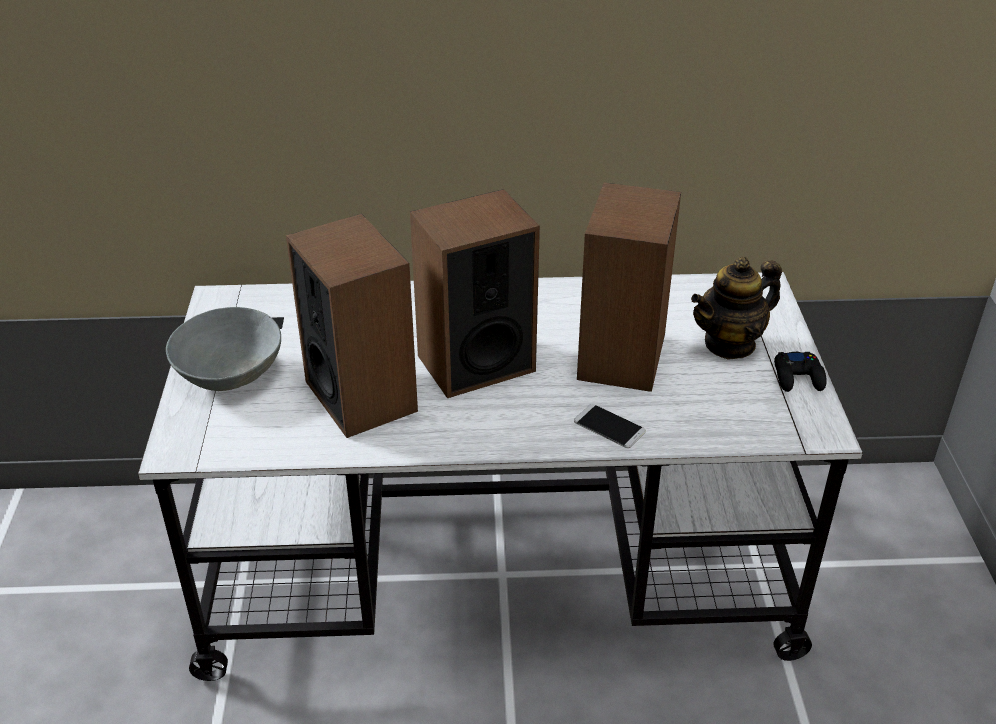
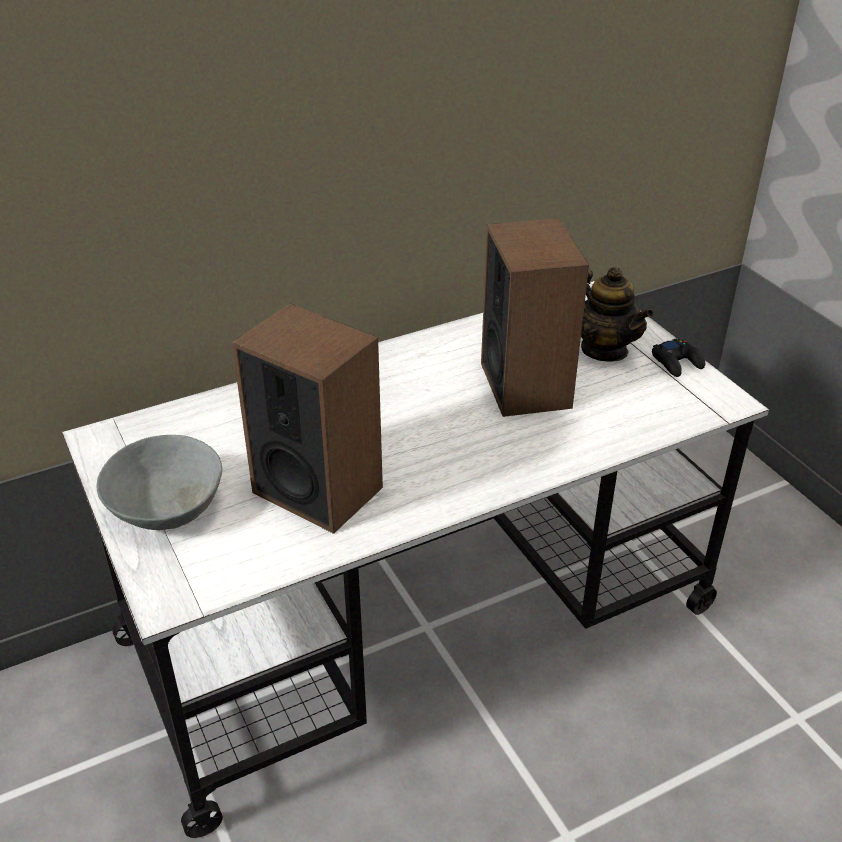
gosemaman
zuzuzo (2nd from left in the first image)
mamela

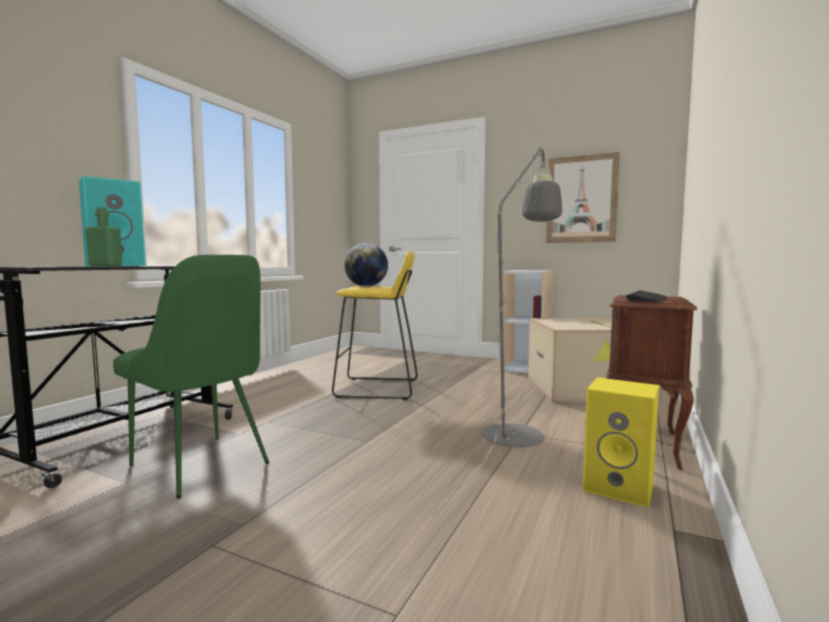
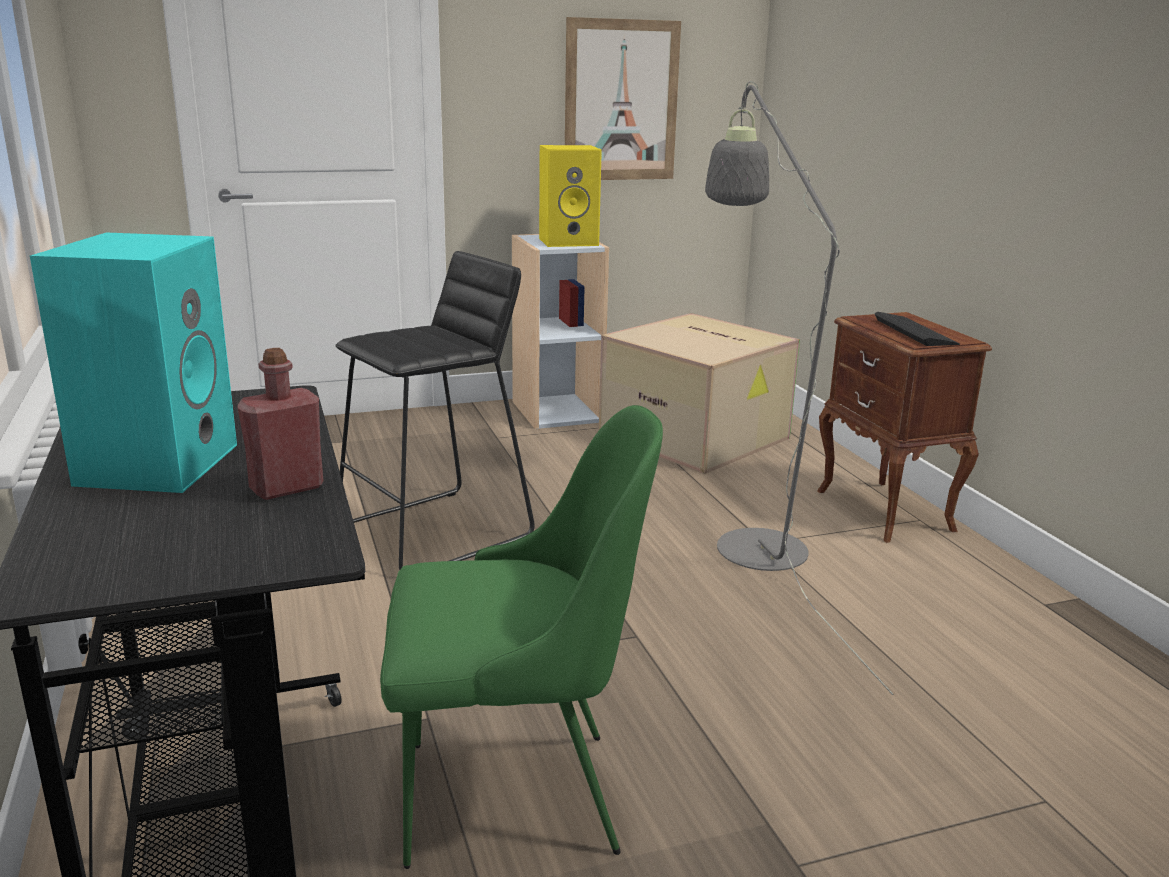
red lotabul
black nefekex
yellow zuzuzo
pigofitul

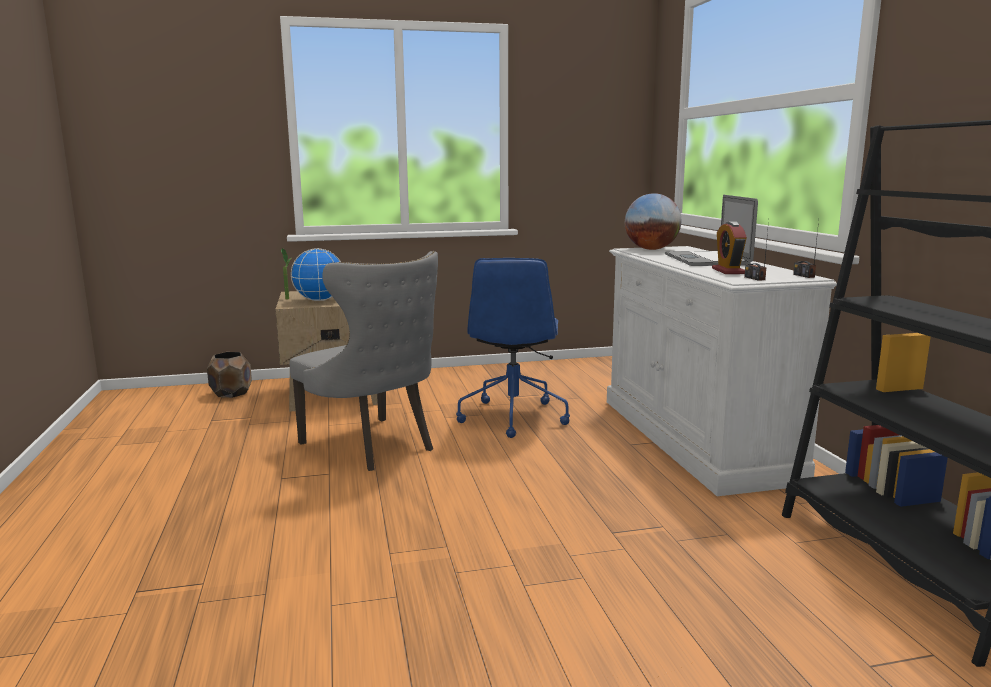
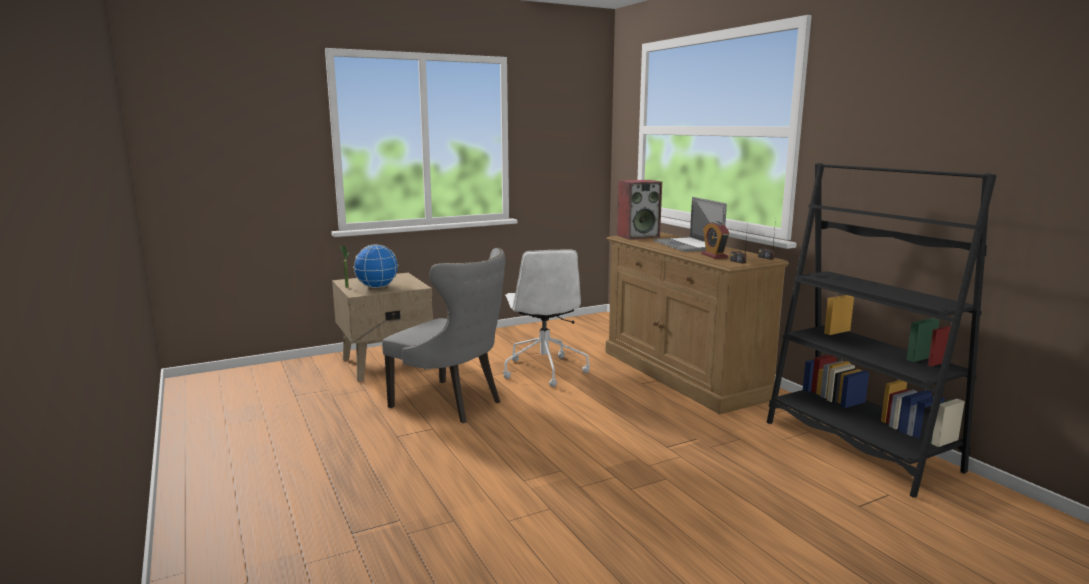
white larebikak
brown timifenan
zuzuzo
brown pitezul

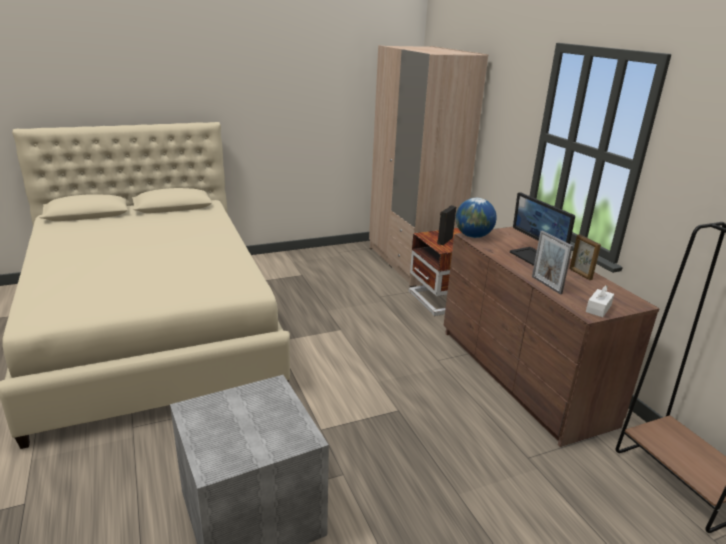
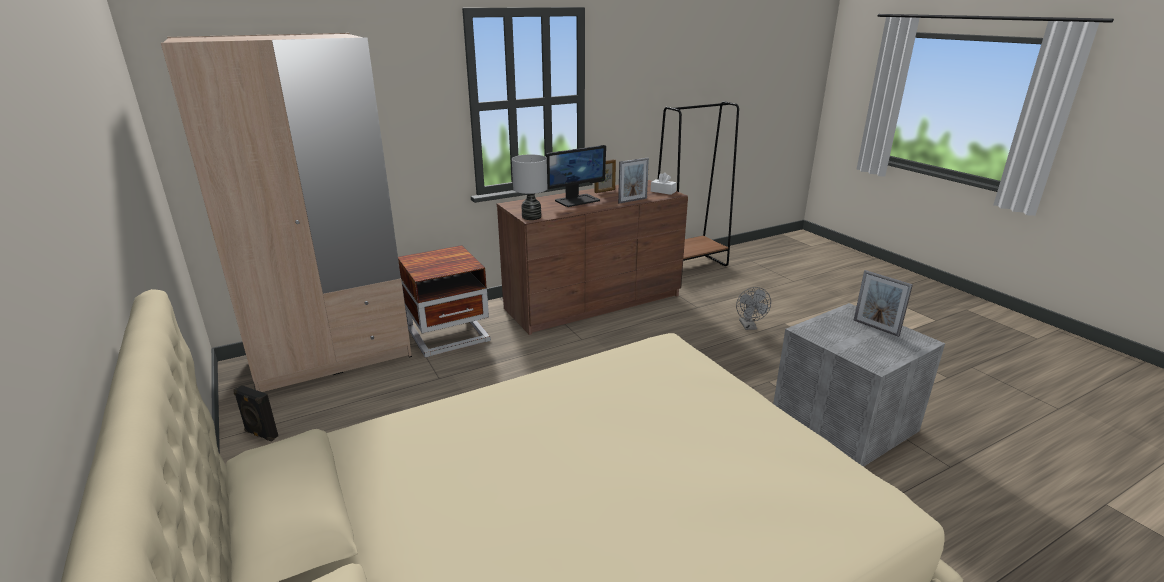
black zuzuzo
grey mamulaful
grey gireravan
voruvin (3rd from left)

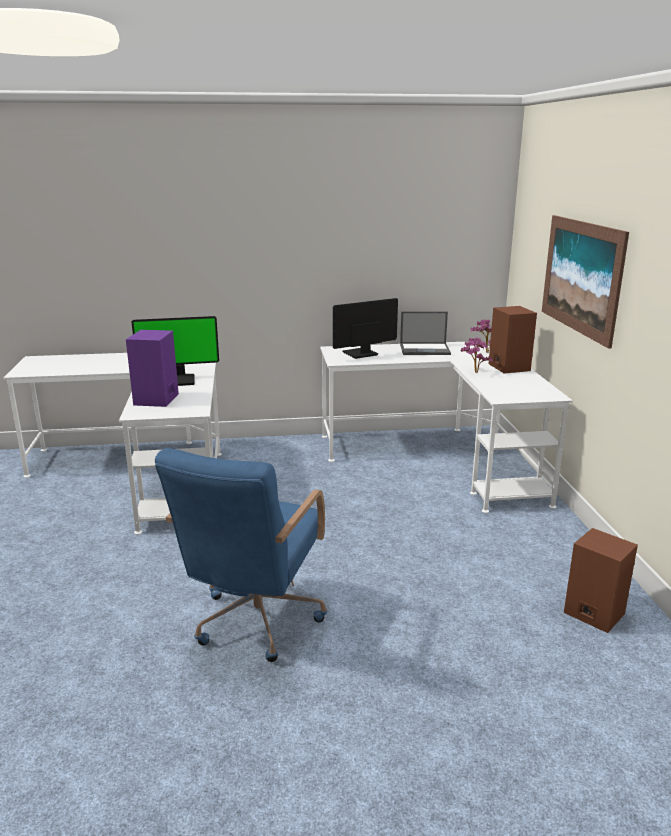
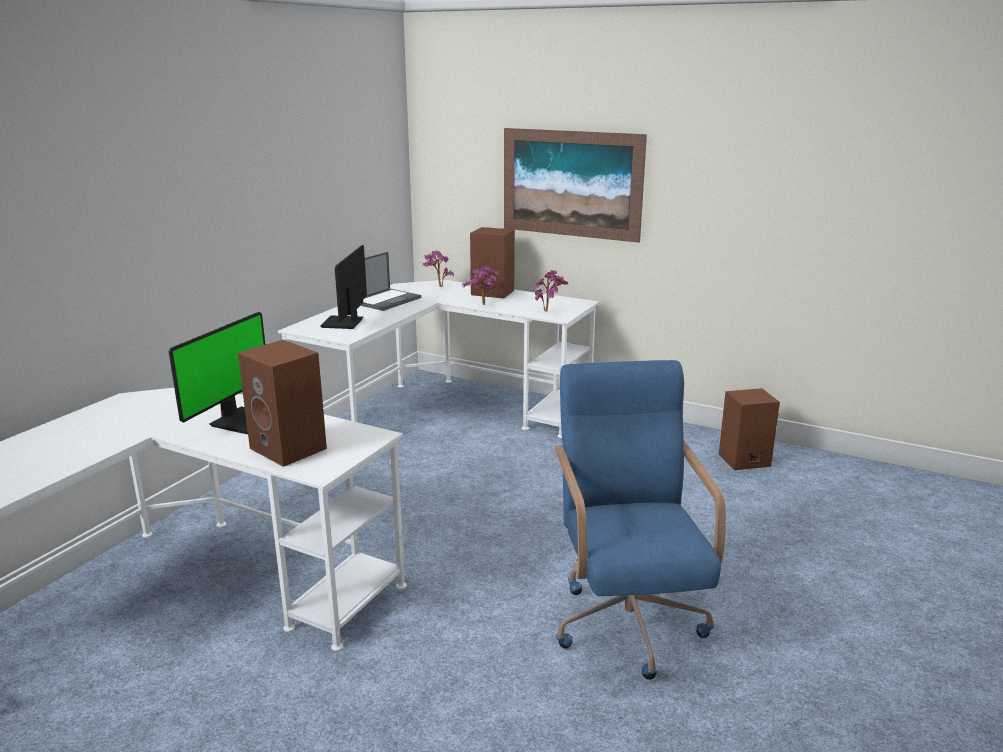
brown zuzuzo (1st from left)
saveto (3rd from left)
blue larebikak

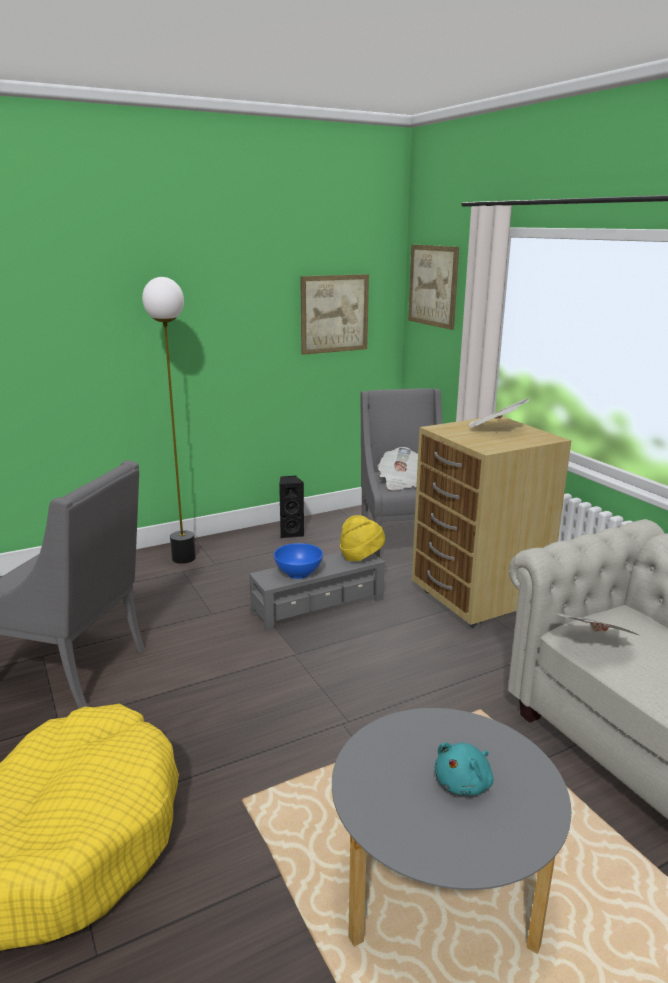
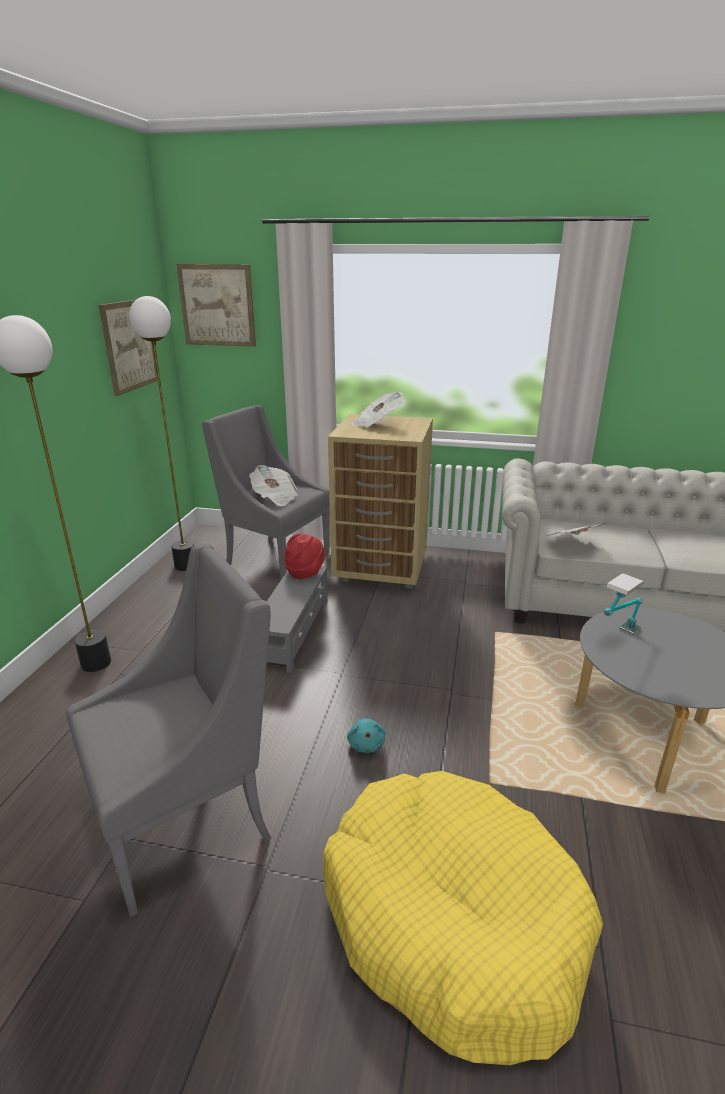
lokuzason (2nd from left)
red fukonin
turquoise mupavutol
mamulaful
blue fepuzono
black zuzuzo

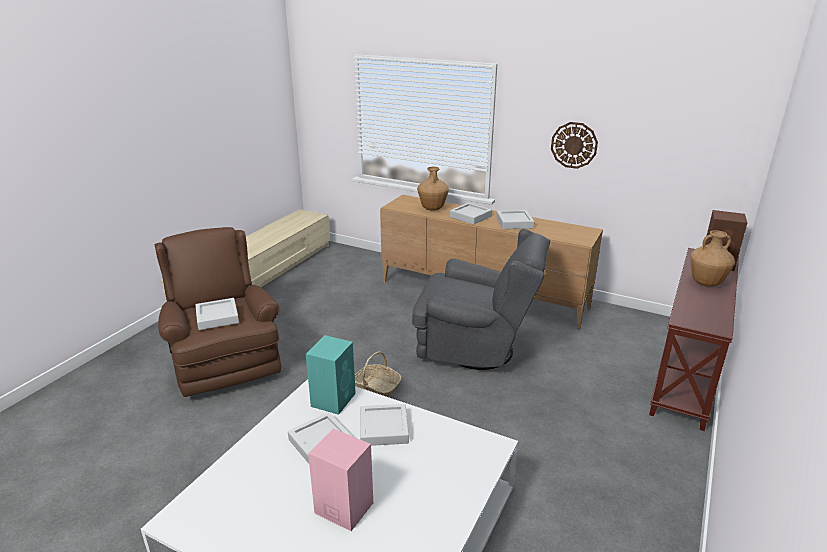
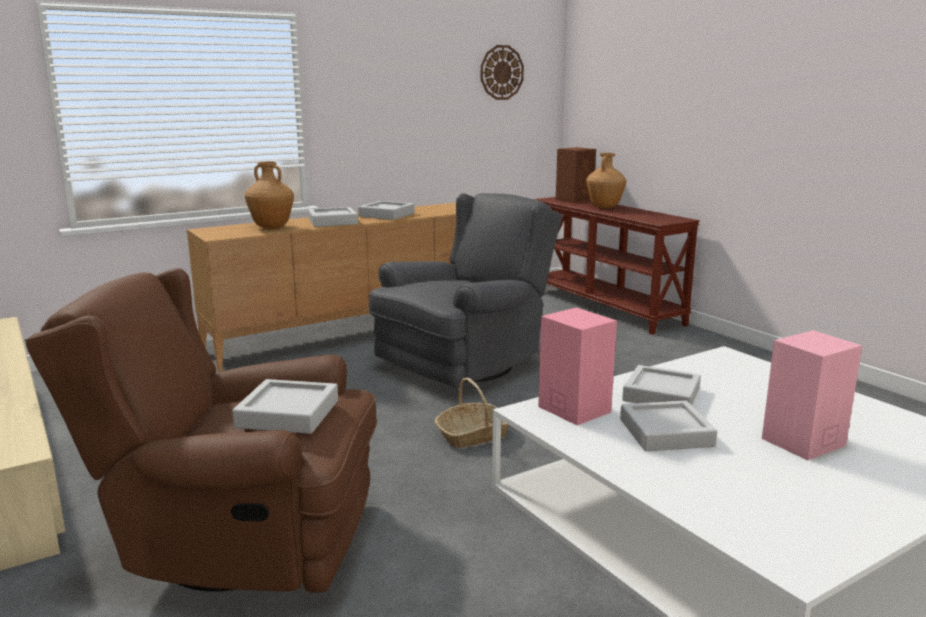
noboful
pink zuzuzo (1st from left)

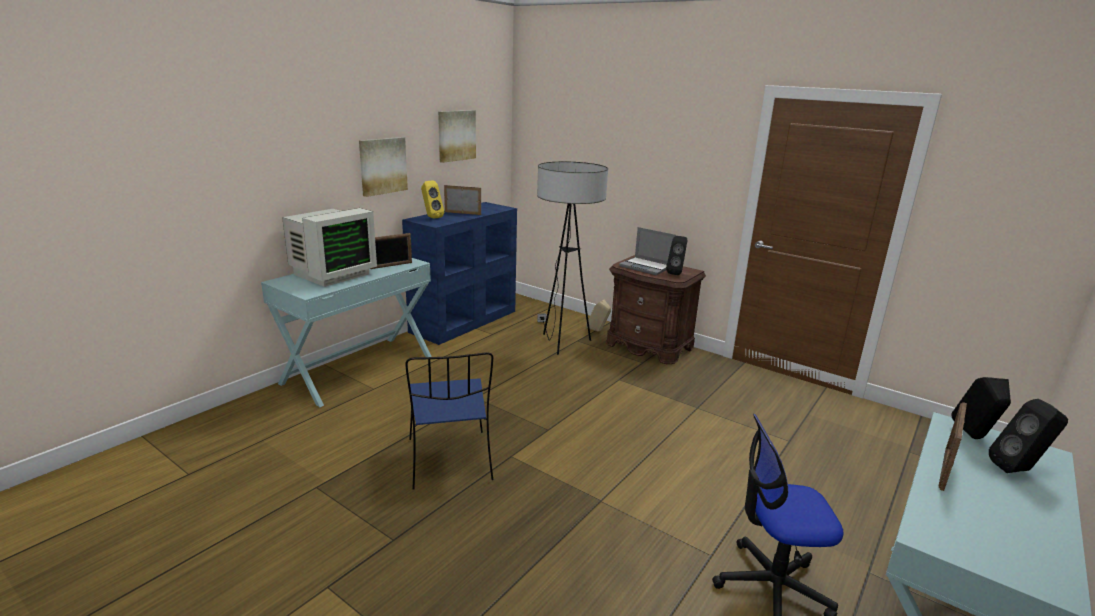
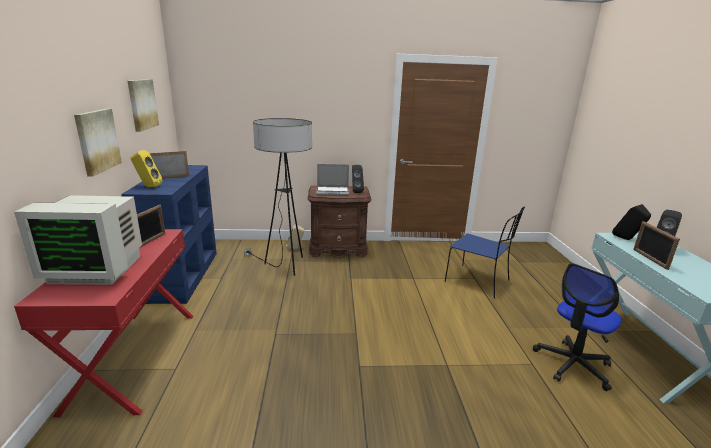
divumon
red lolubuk
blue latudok

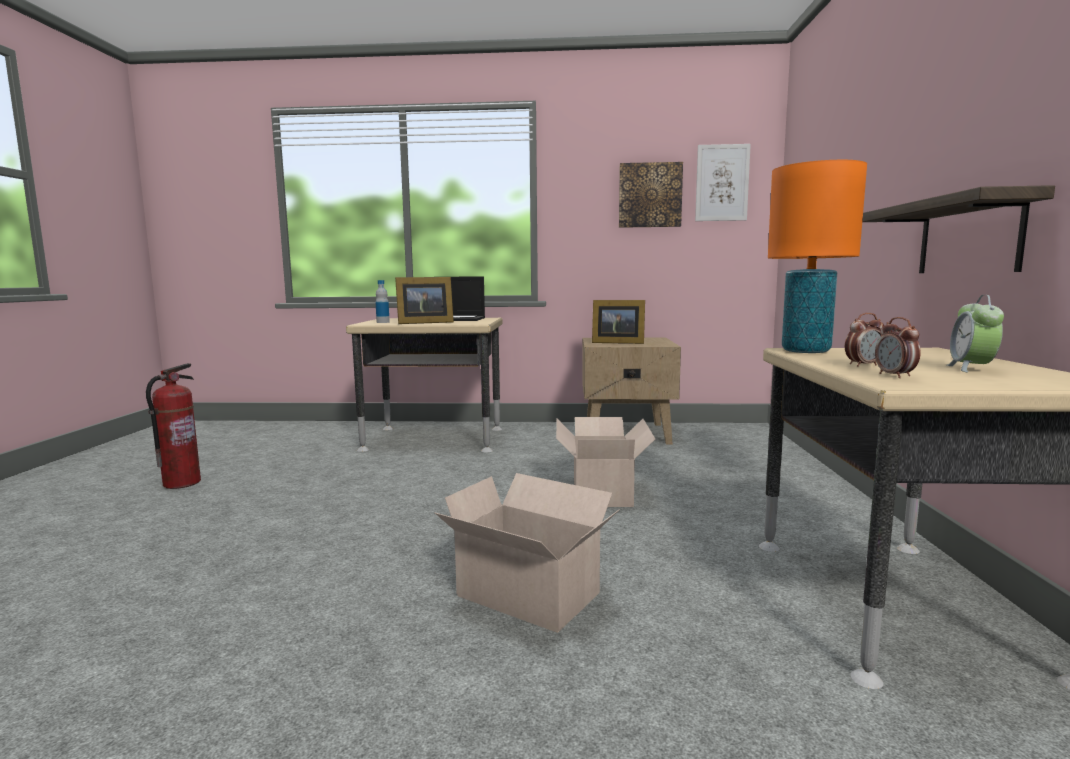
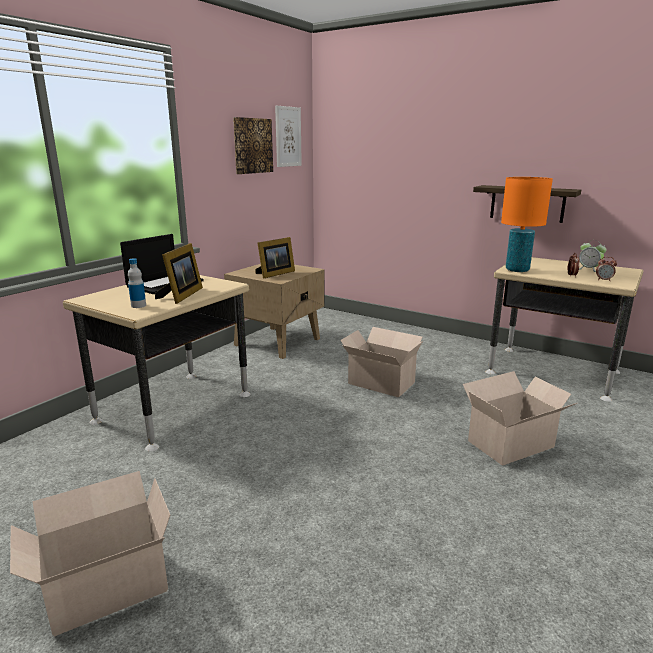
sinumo (1st from left)

